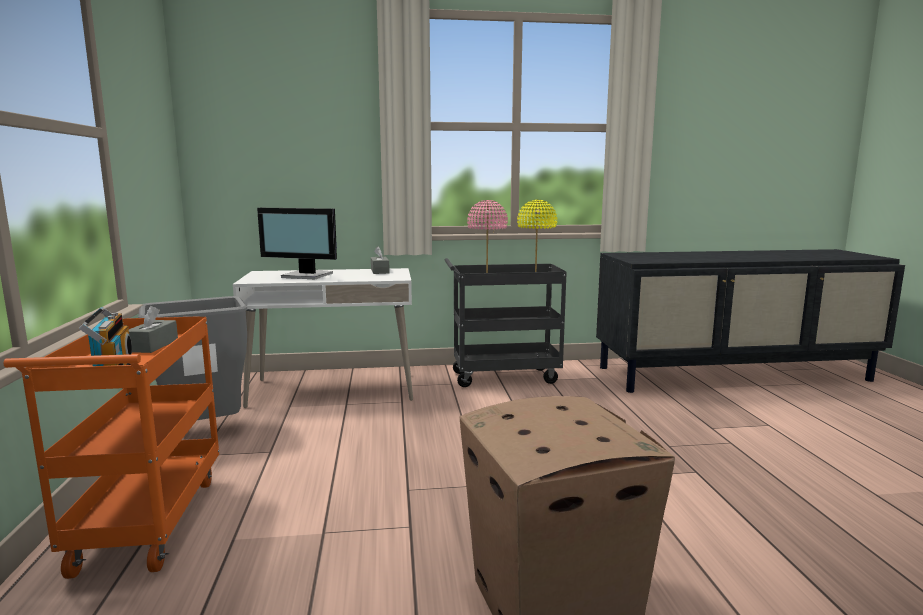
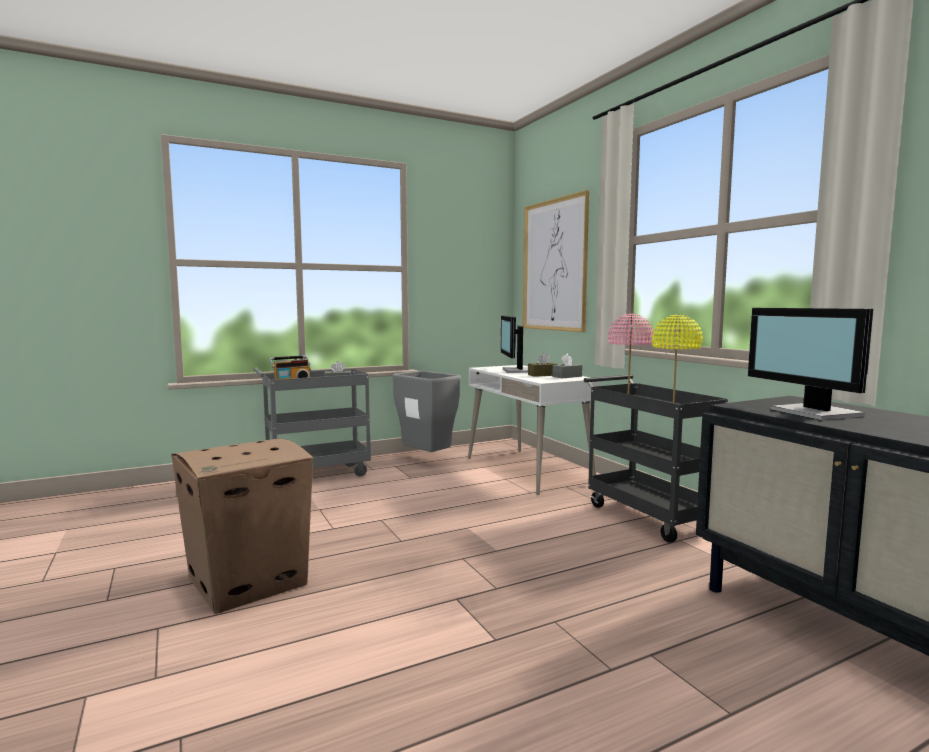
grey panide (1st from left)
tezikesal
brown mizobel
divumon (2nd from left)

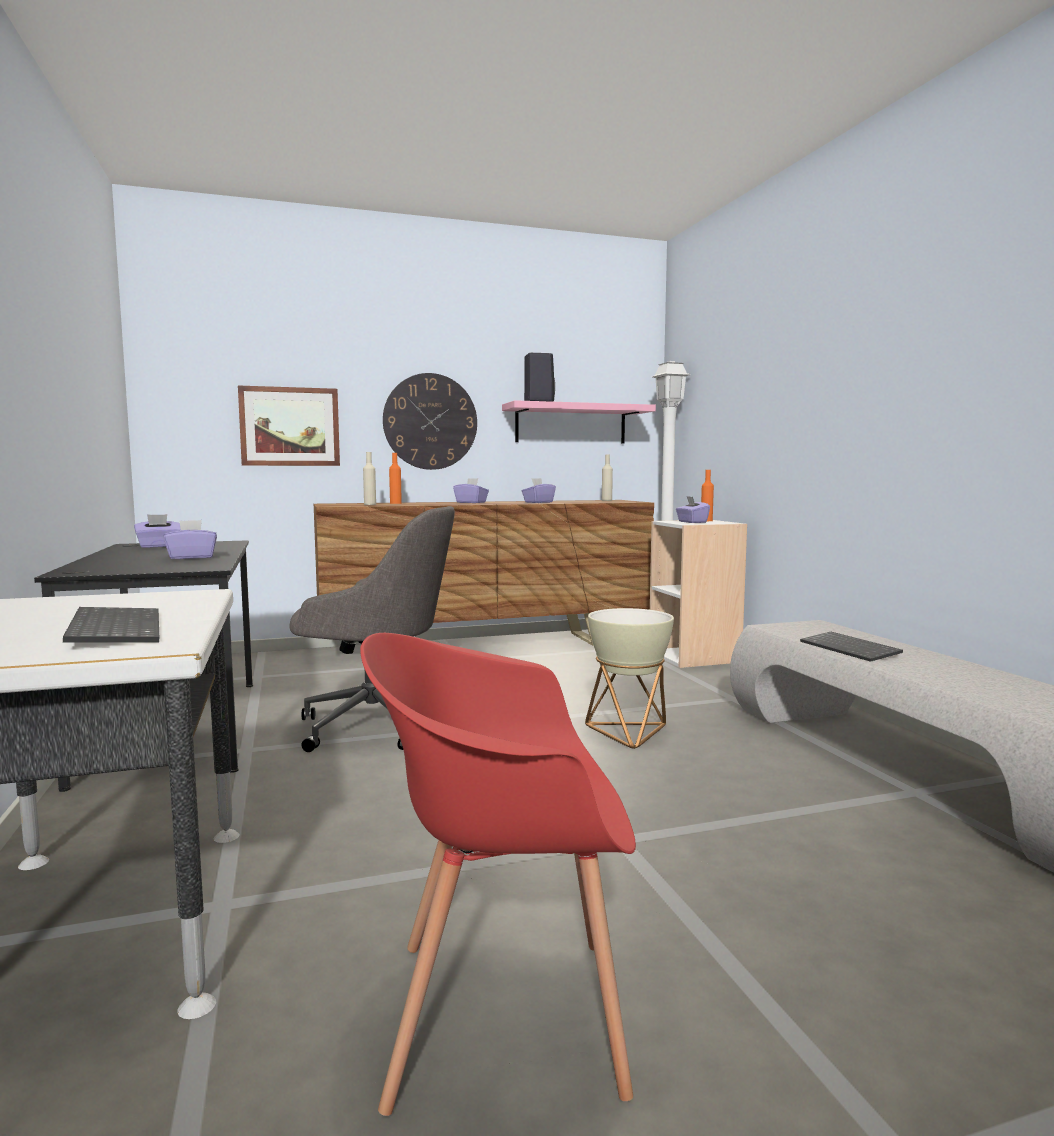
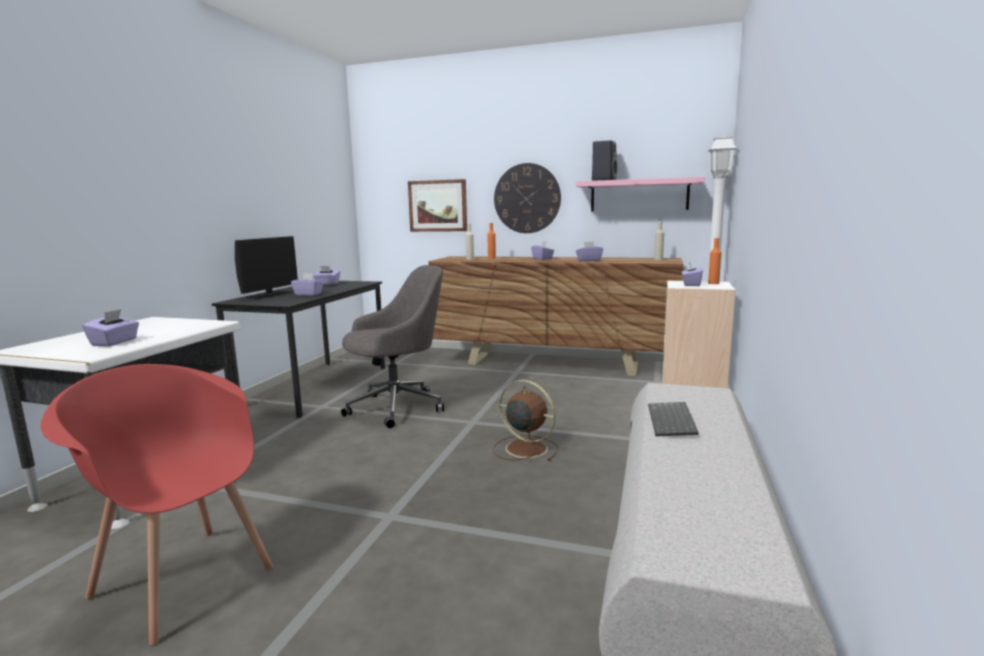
purple mizobel (1st from left)
divumon
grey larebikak
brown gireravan

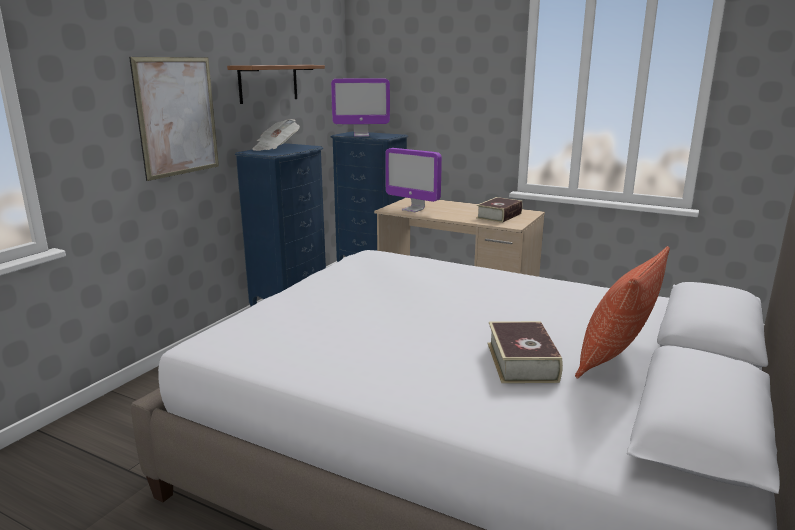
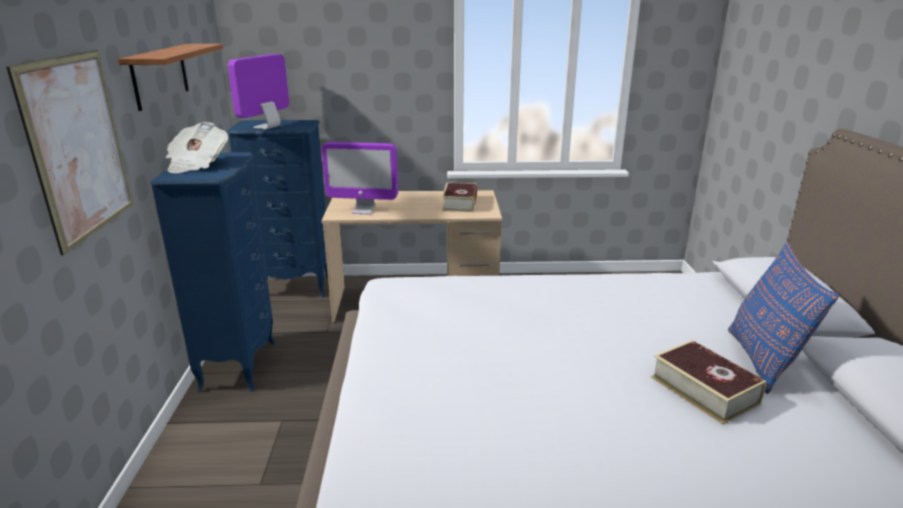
divumon (1st from left)
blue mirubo

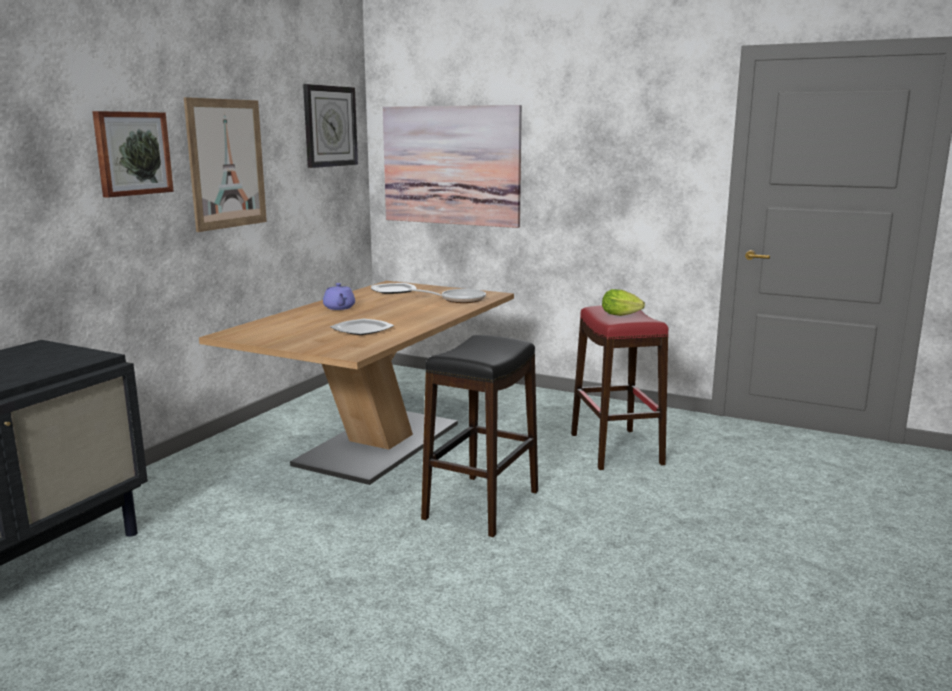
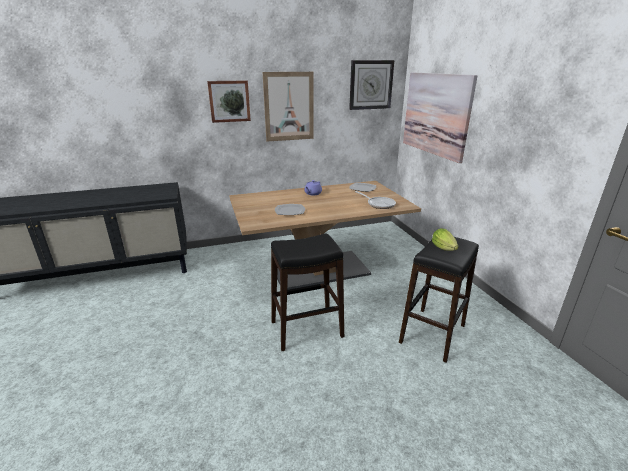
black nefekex (2nd from left)

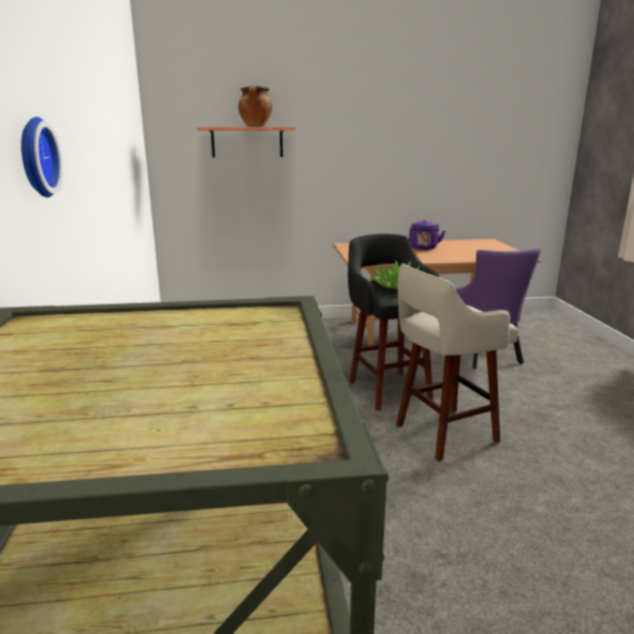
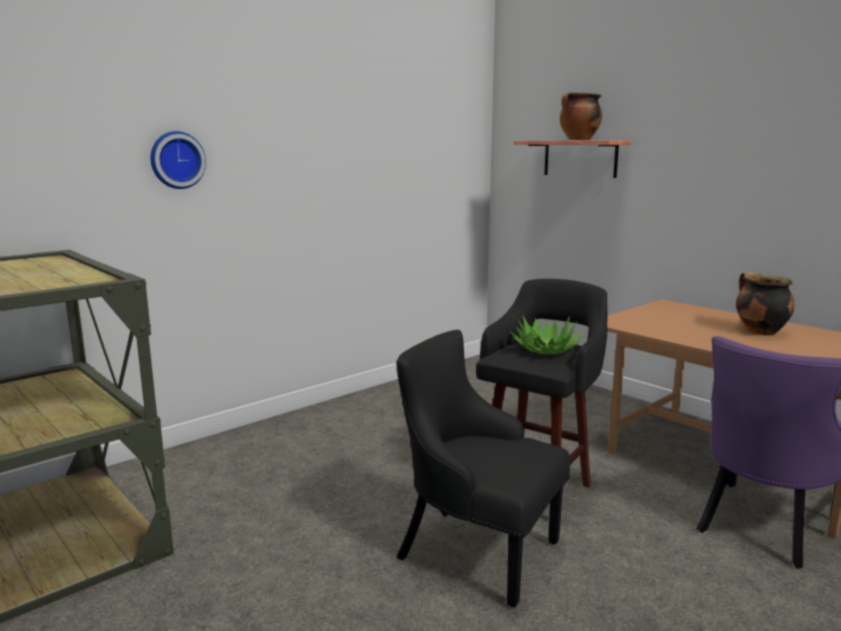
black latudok
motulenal (2nd from left)

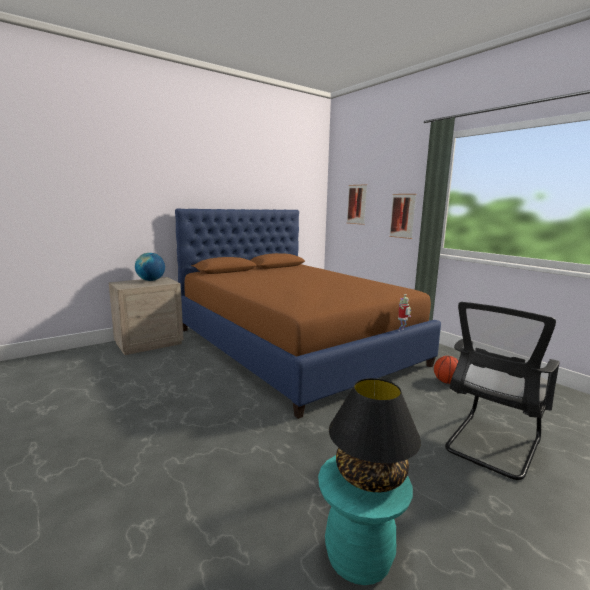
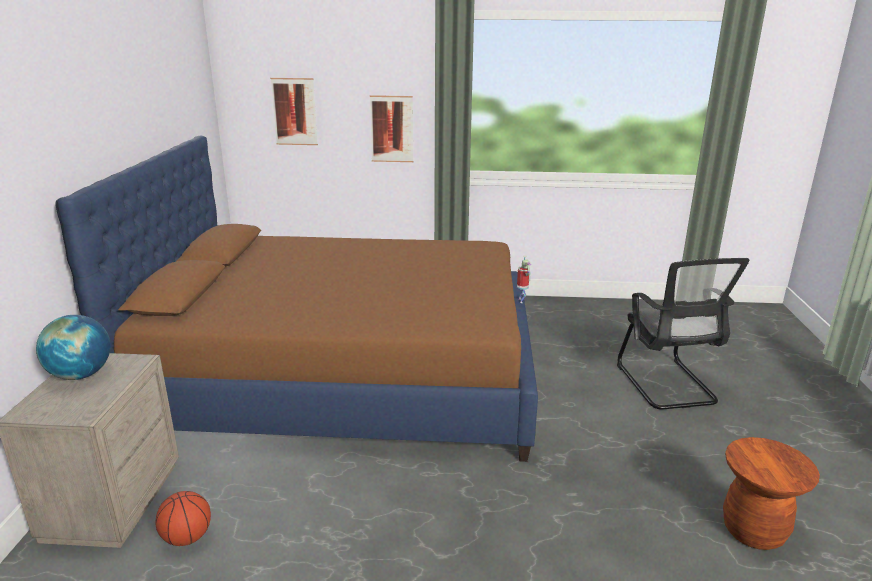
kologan
brown nefekex
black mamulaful

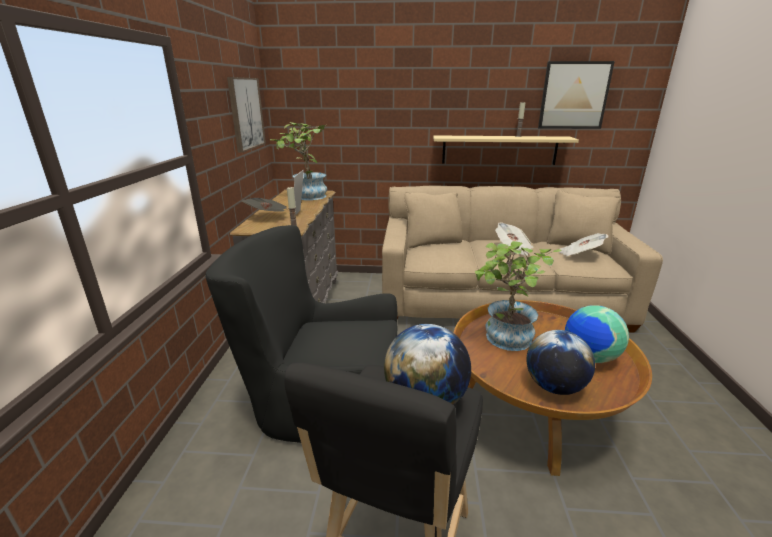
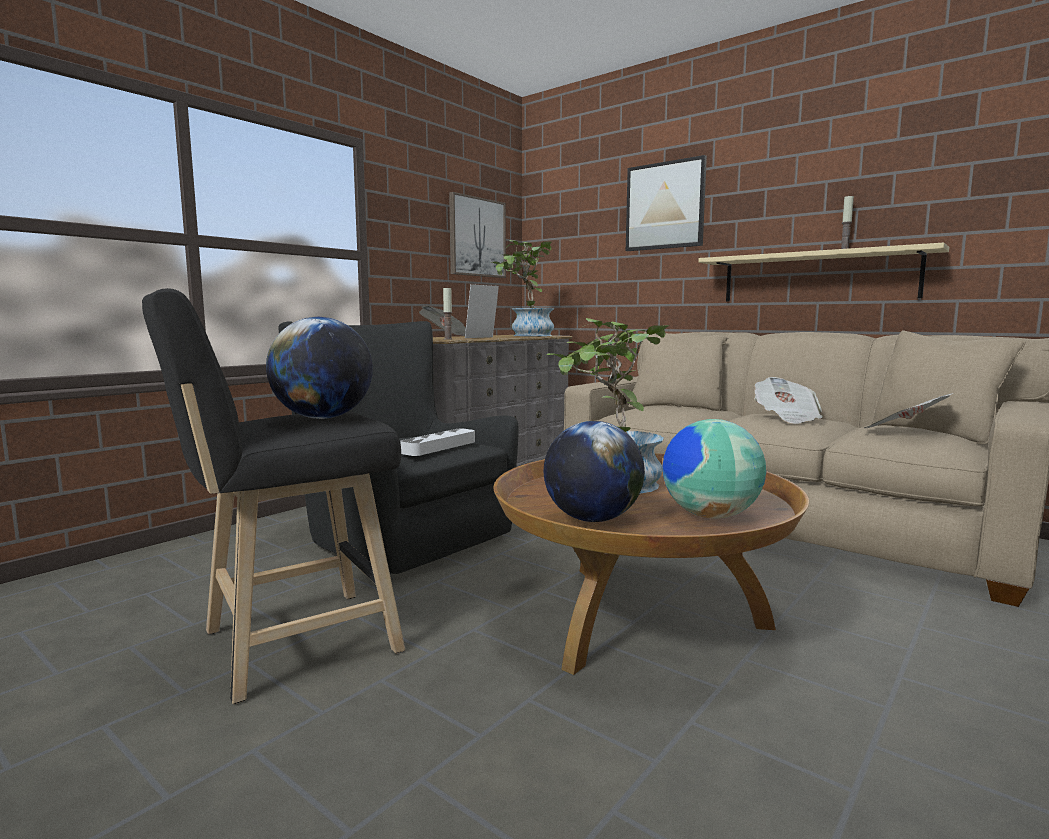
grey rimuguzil
tezikesal (2nd from left)

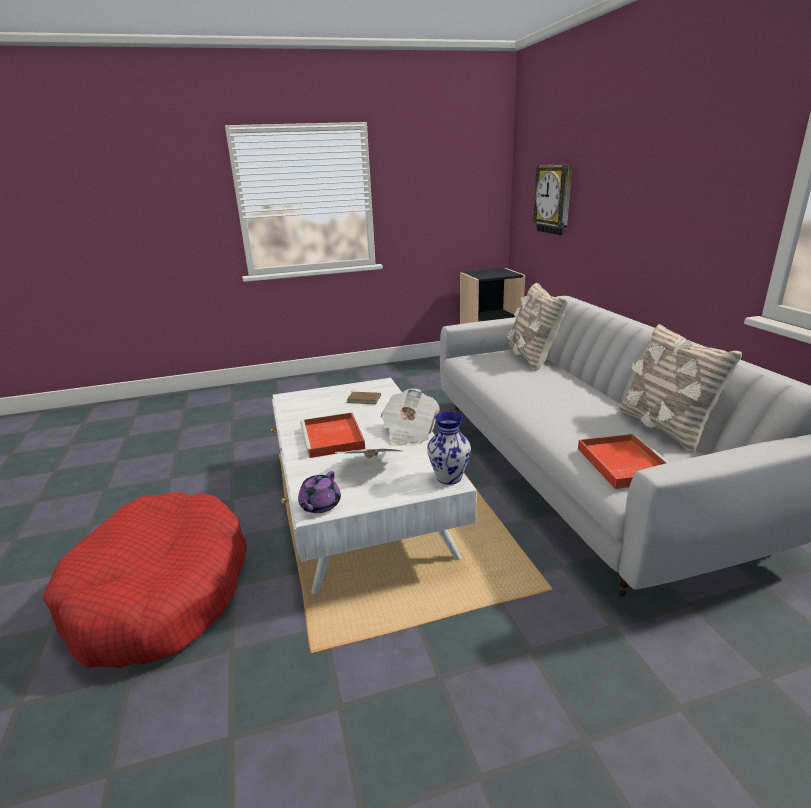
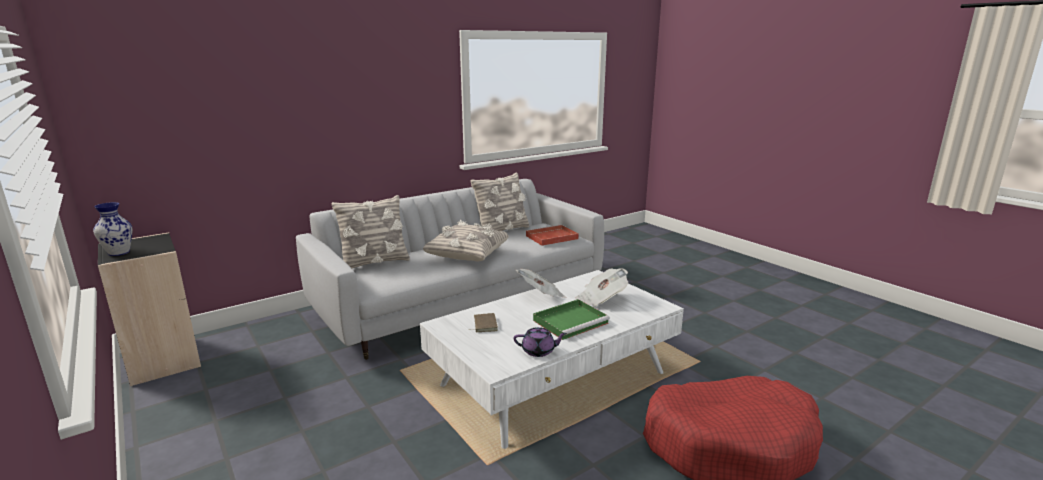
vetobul
beige mirubo (2nd from left)
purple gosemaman
green rimuguzil
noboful

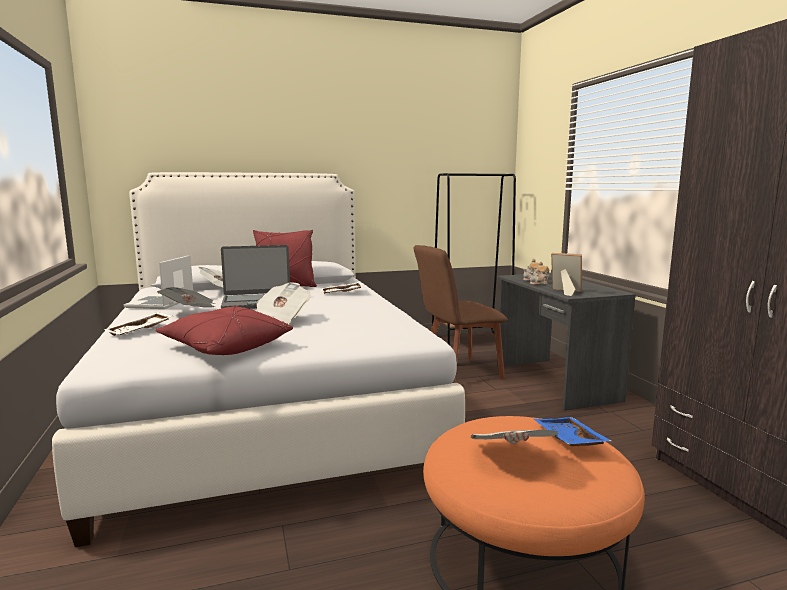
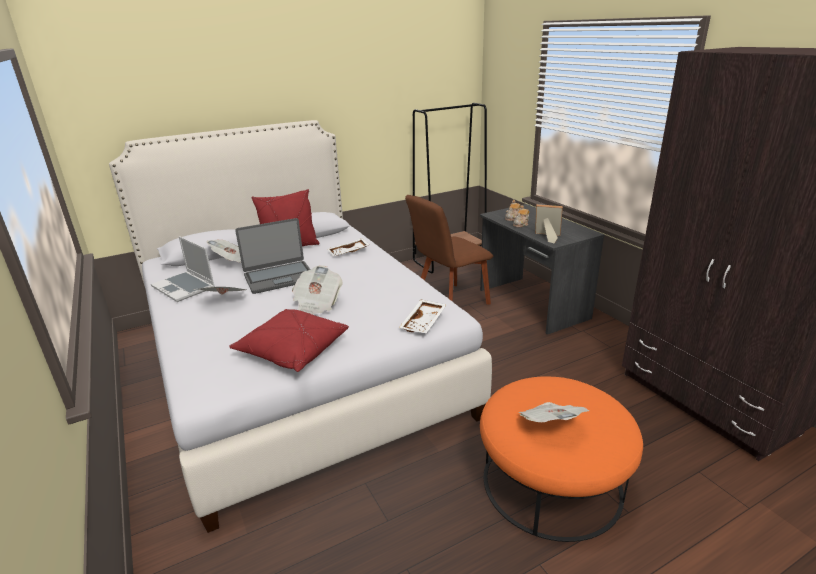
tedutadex (1st from left)
white rimuguzil (2nd from left)
blue rimuguzil

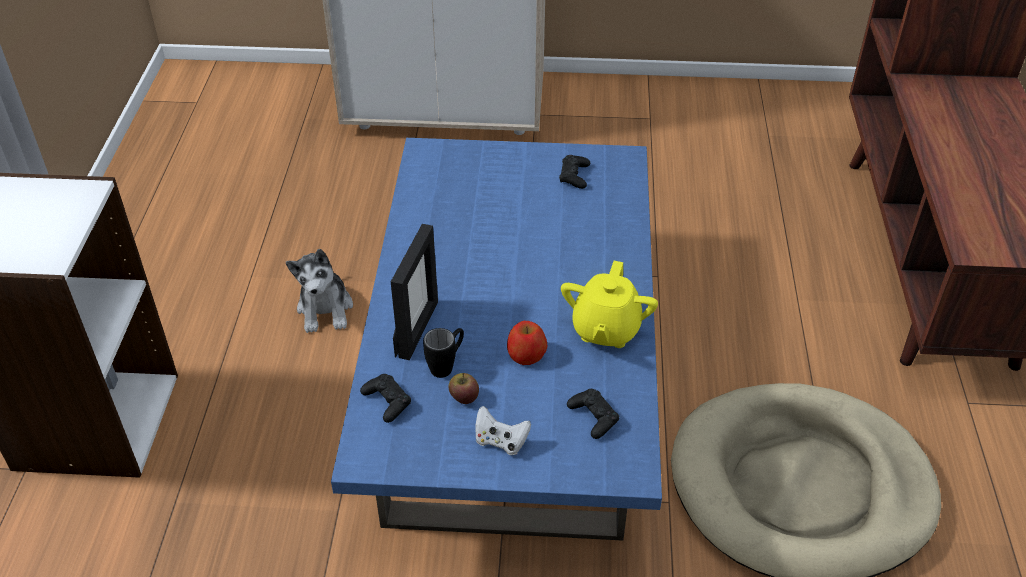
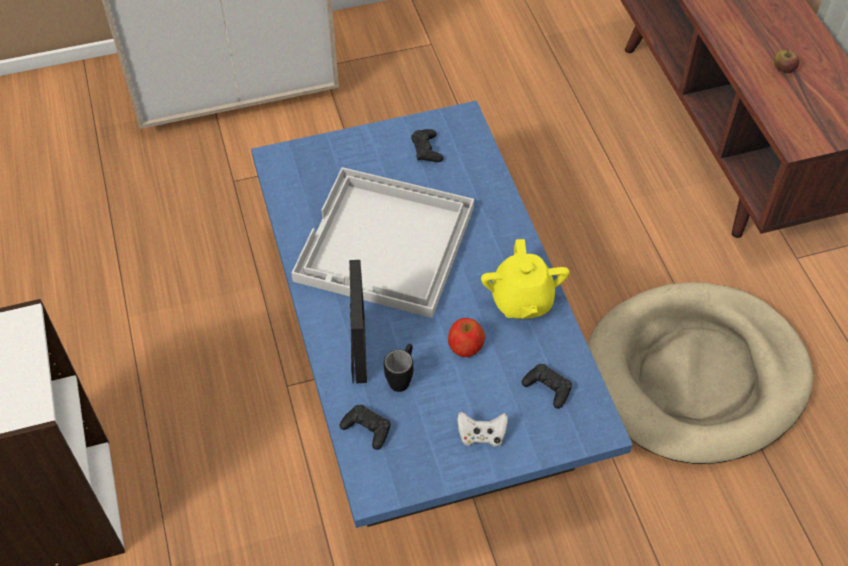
white rimuguzil
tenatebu (2nd from left)
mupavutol

